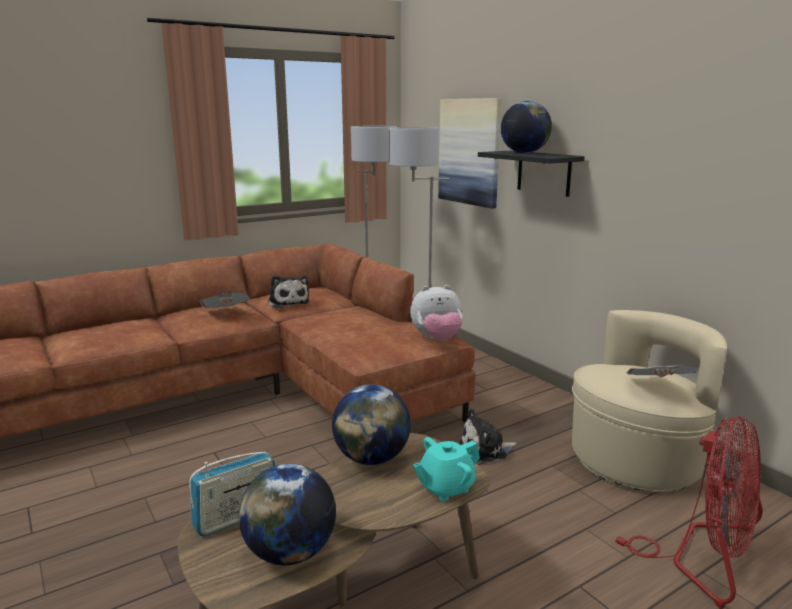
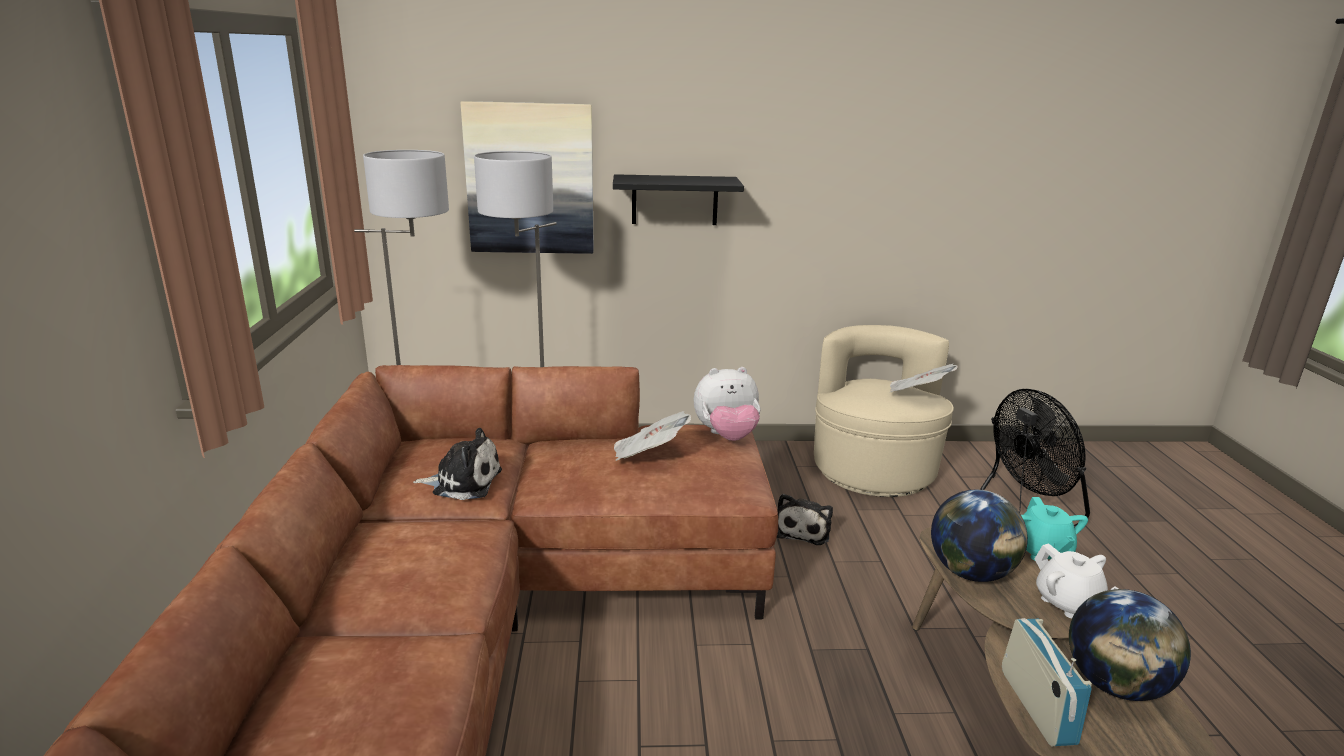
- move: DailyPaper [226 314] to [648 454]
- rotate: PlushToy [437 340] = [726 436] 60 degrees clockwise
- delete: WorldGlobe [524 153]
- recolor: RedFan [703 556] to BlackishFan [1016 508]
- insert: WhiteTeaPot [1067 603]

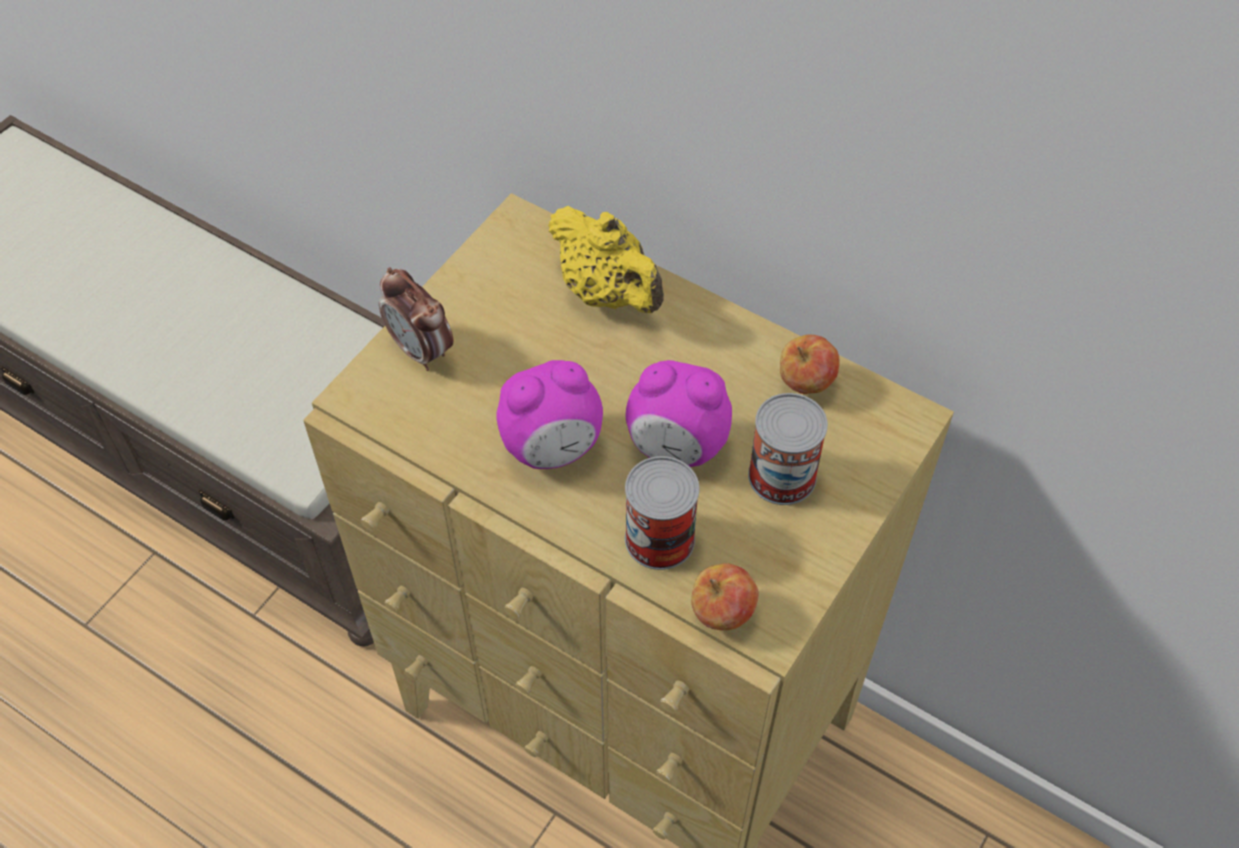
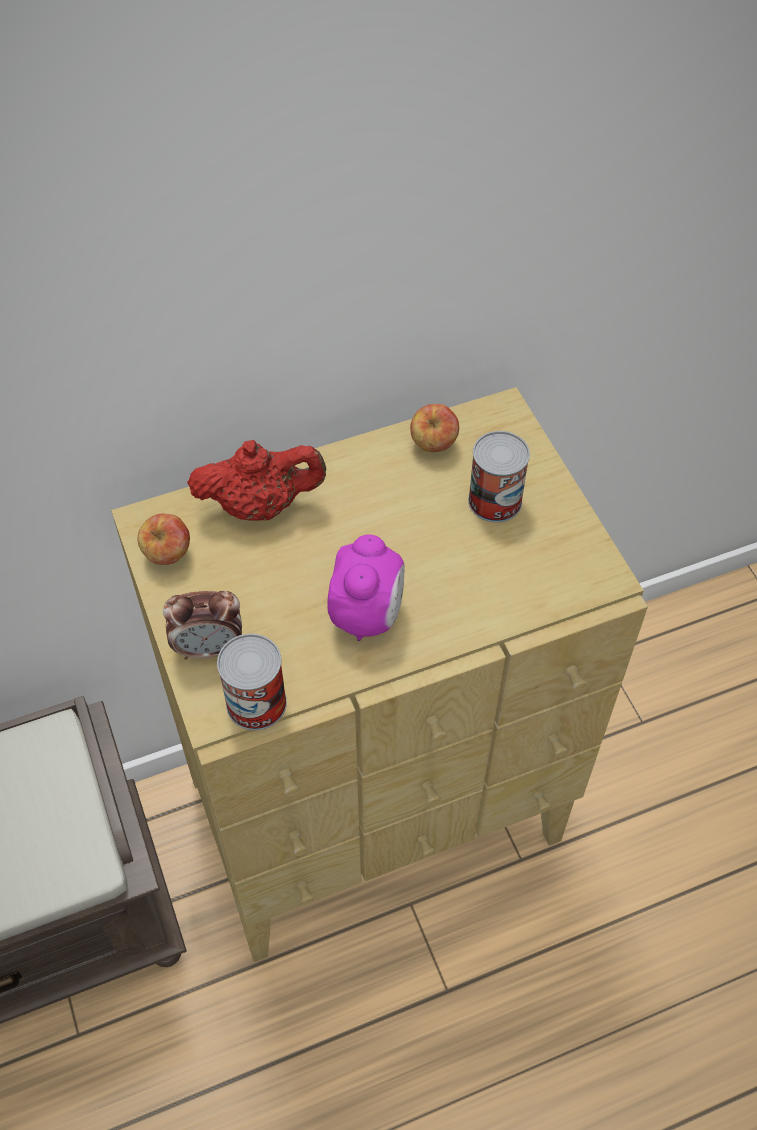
- recolor: YellowTeaPot [608 293] to RedTeaPot [261 505]
- move: Can [659 539] to [256 703]
- delete: BedsideClock [676 447]
- move: AppleFruit [723 613] to [168 554]

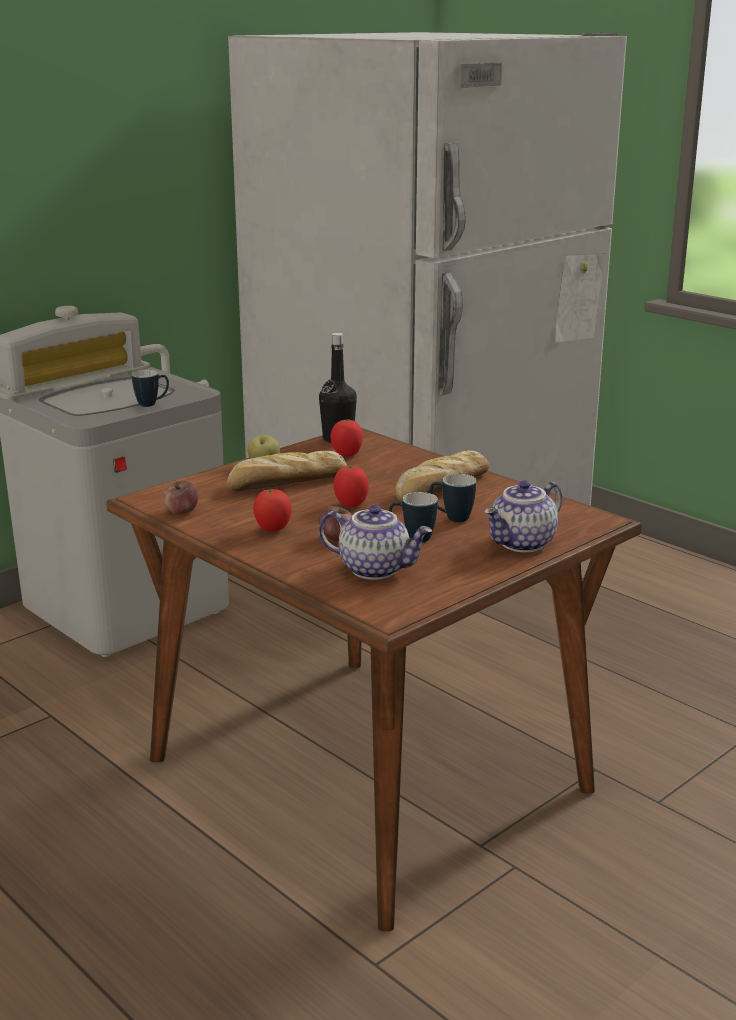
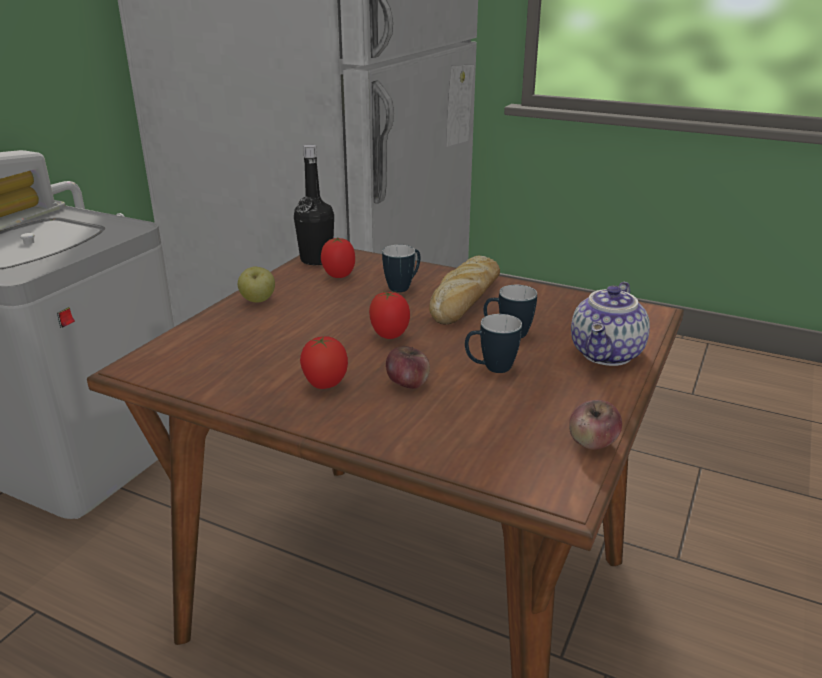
- move: CoffeeMug [152 404] to [403 287]
- move: AppleFruit [181 511] to [592 443]
- delete: BakedBread [285 482]
- delete: TeaPot [375 569]

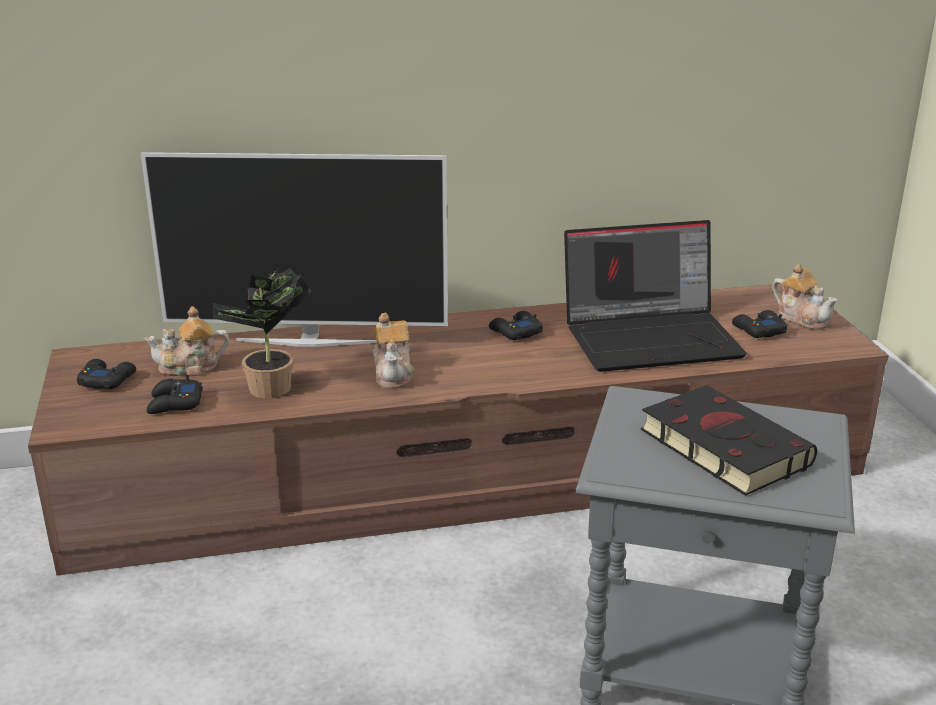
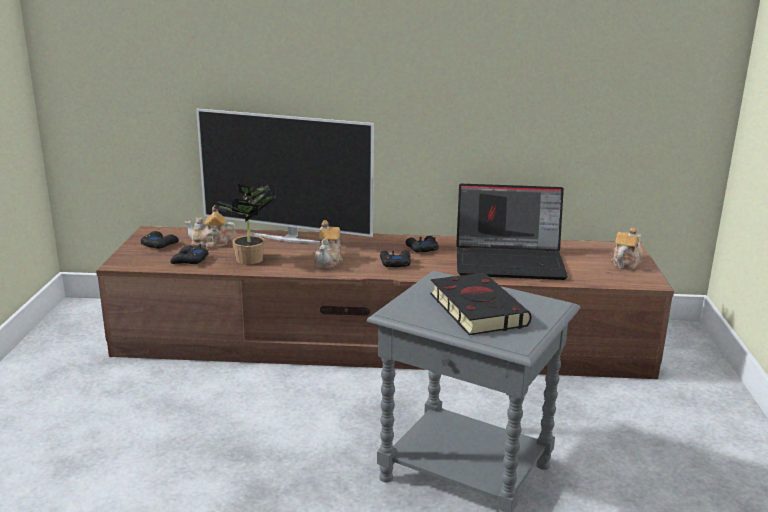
- move: BlackishGamepad [758 330] to [395 263]
- rotate: TeaPot [802 318] = [625 263] 120 degrees counterclockwise

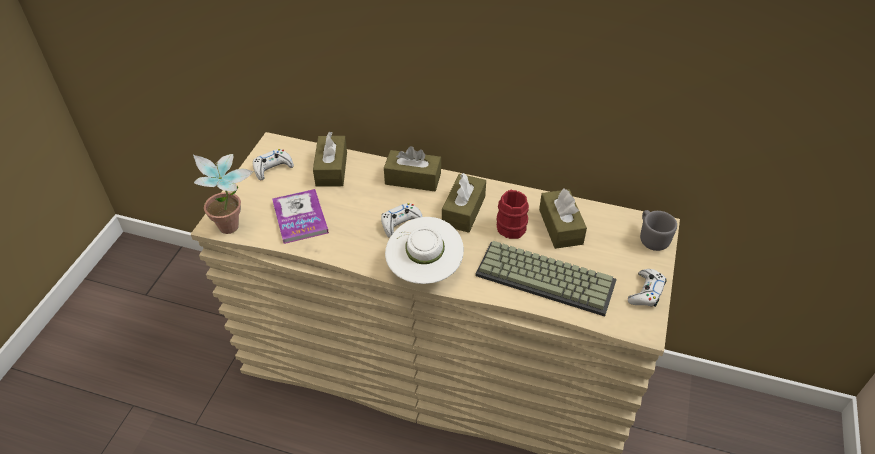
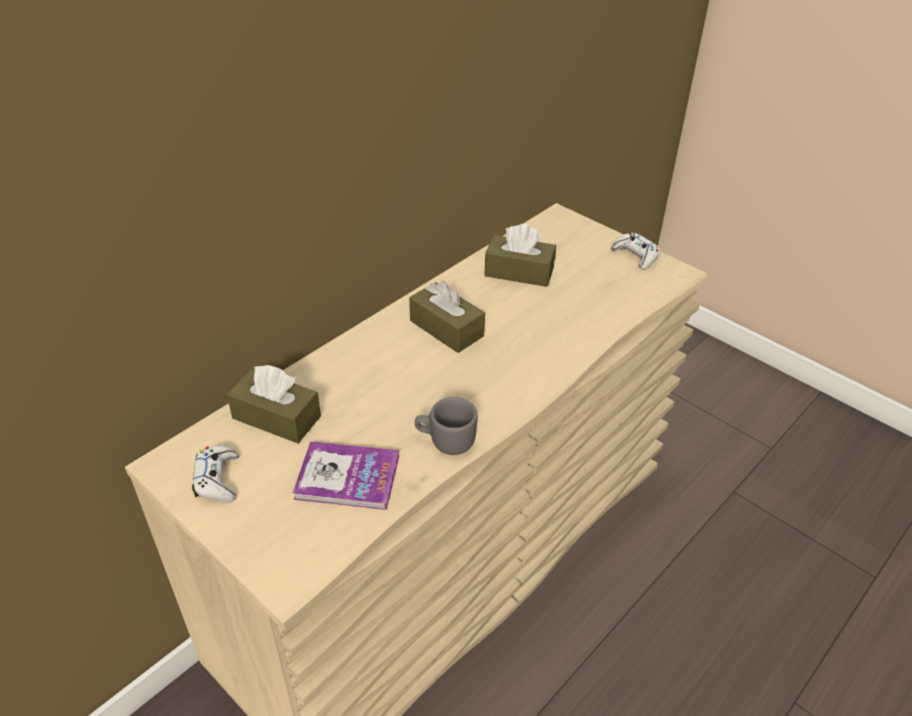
- delete: PlantInAPot [235 229]
- delete: WhiteGamepad [401 223]
- delete: BrownTissueHolder [413 179]
- delete: WhiteHat [424 270]
- delete: ComputerKeyboard [547 277]
- delete: RedCoffeeMug [510 224]
- move: GreyishCoffeeMug [652 238] to [445 441]

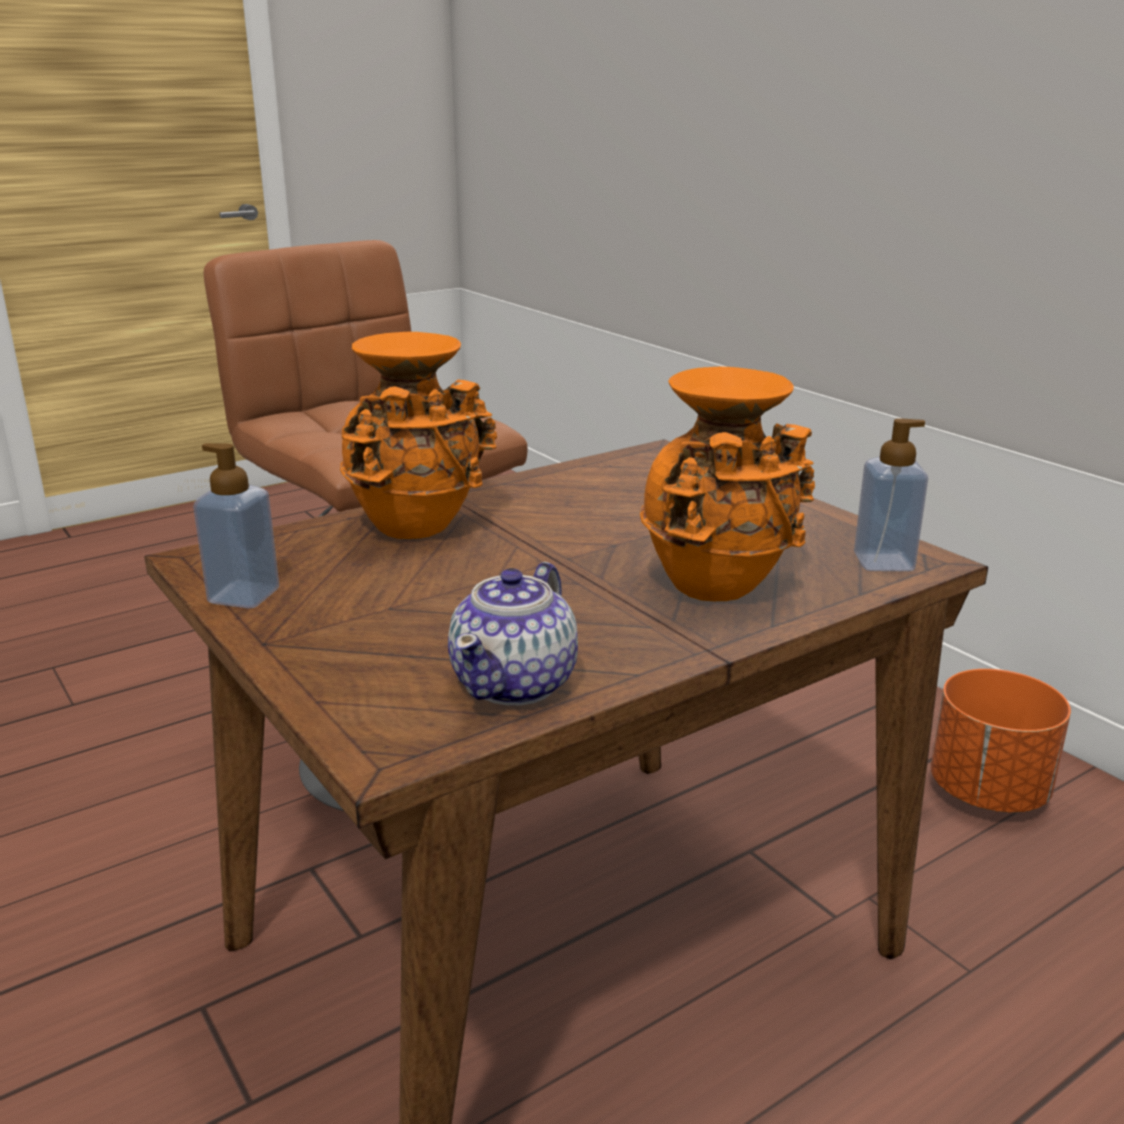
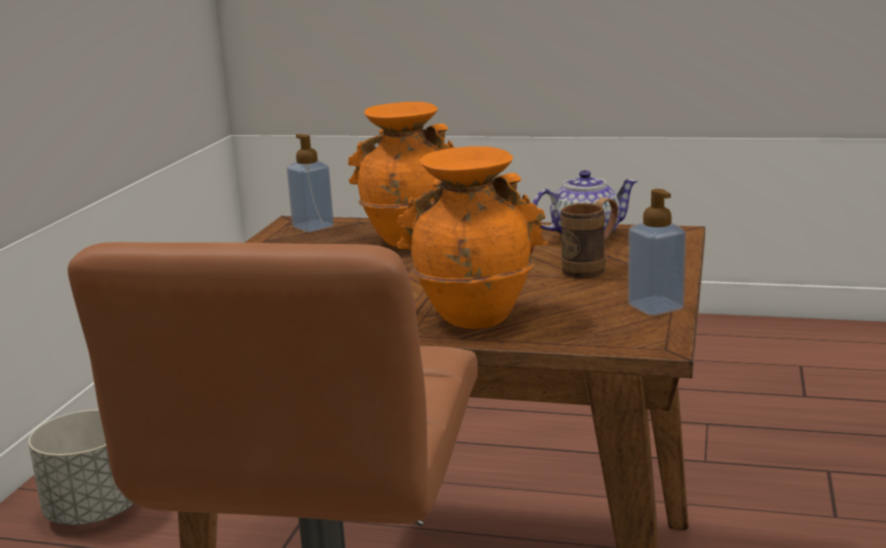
- recolor: OrangeyPlantPot [987 792] to GreyishPlantPot [94 512]
- insert: BrownCoffeeMug [591 269]

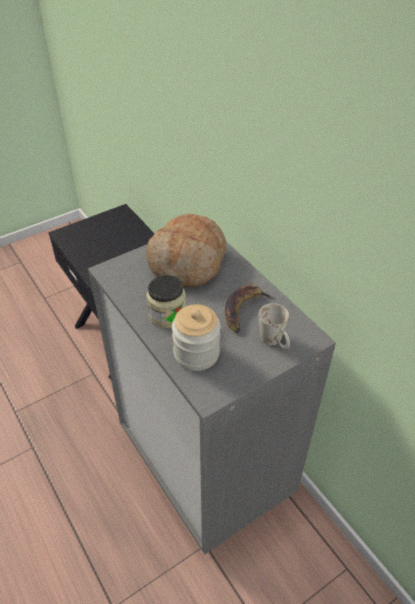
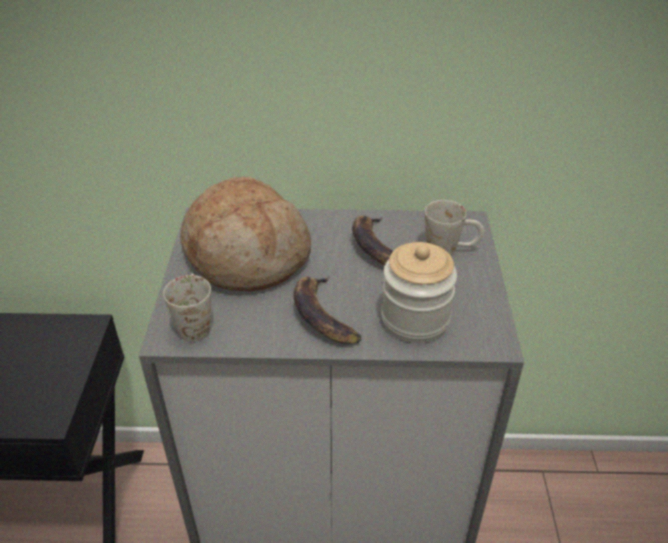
- replace: StorageJar [167 315] to Banana [323 315]
- insert: WhiteCoffeeMug [194 322]

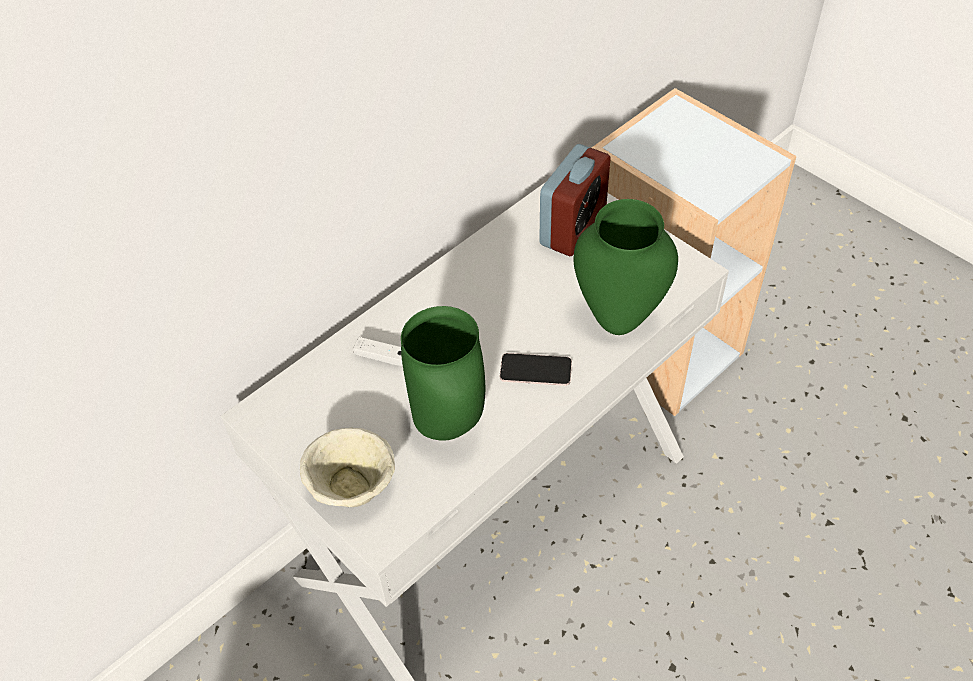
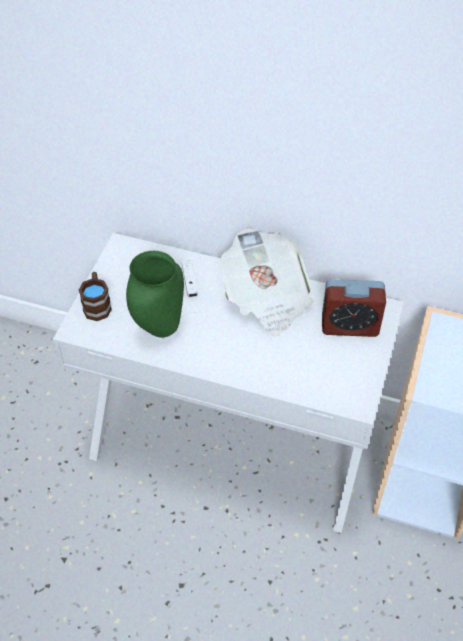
- replace: SandColouredServingBowl [351 488] to BrownCoffeeMug [97 305]
- delete: Telephone [535 370]
- delete: GreenColouredVase [618 322]
- insert: DailyPaper [266 298]

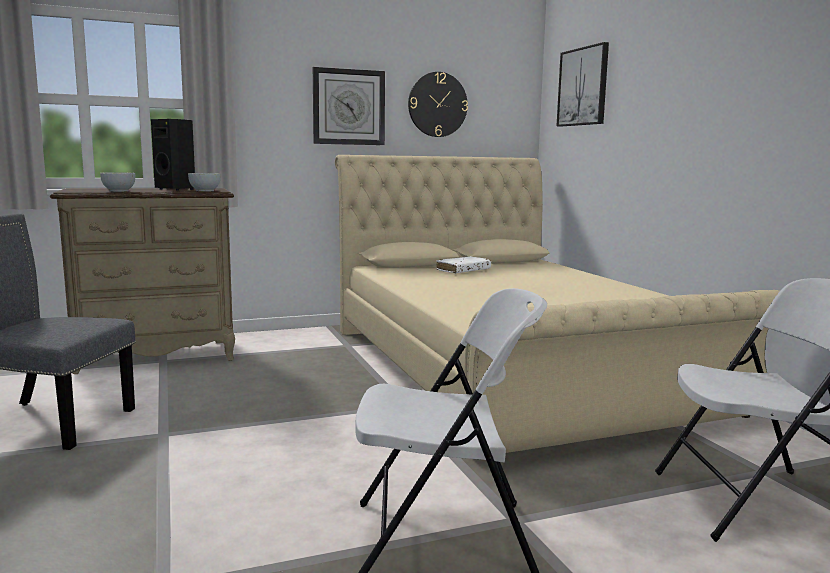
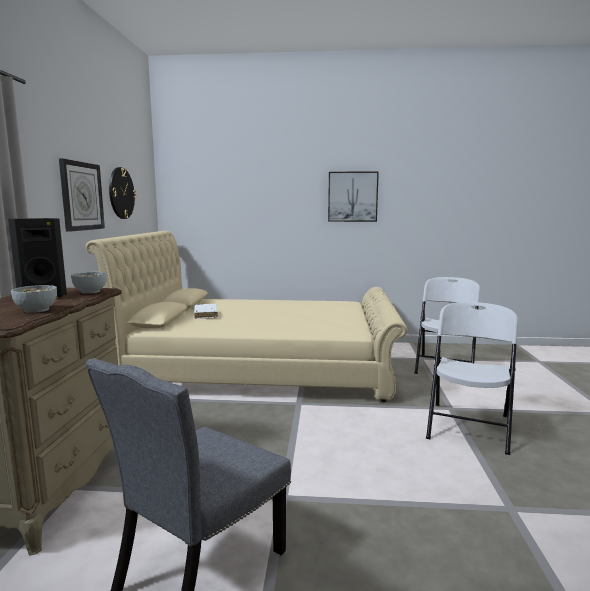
- move: WallPicture [583 87] to [352 196]

